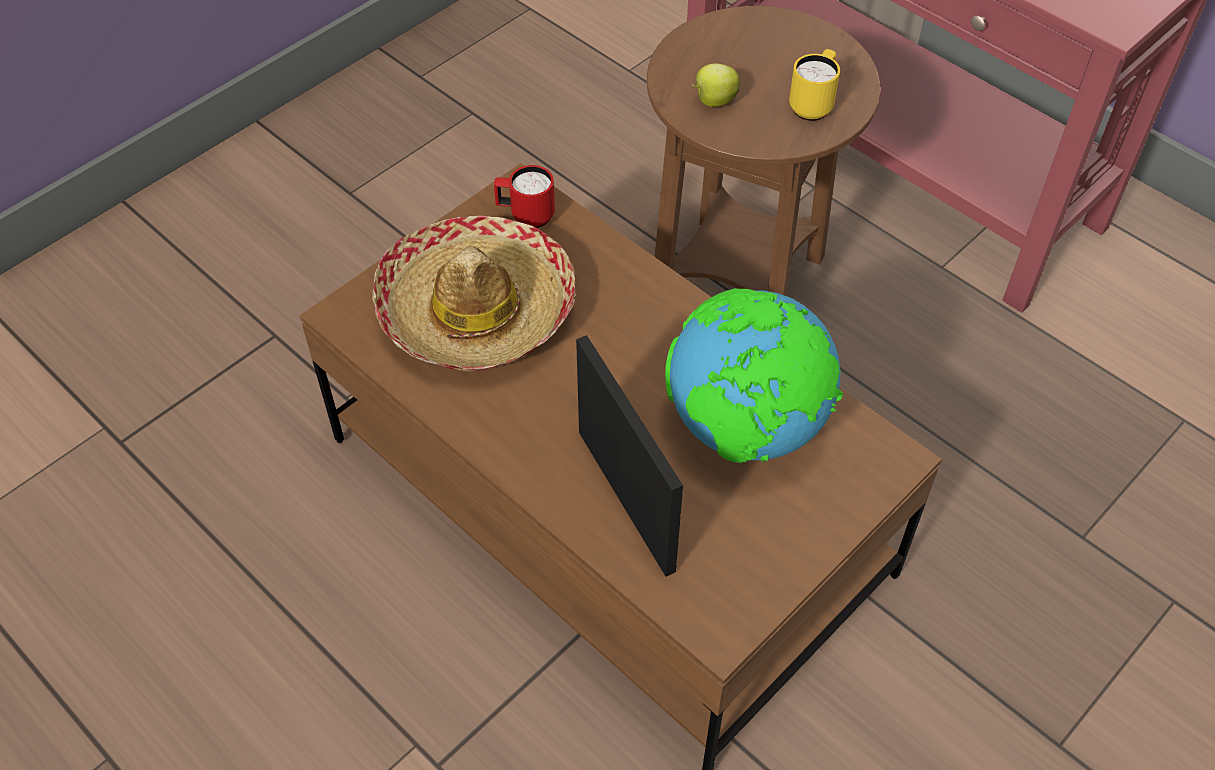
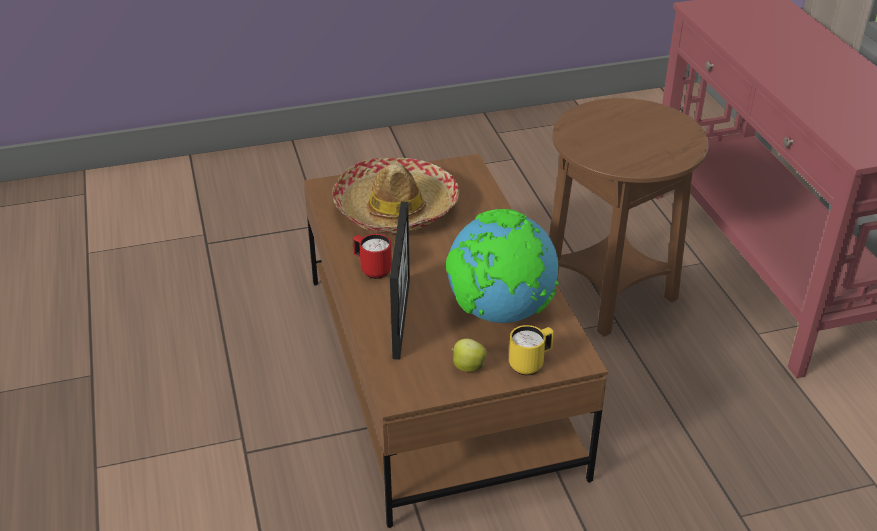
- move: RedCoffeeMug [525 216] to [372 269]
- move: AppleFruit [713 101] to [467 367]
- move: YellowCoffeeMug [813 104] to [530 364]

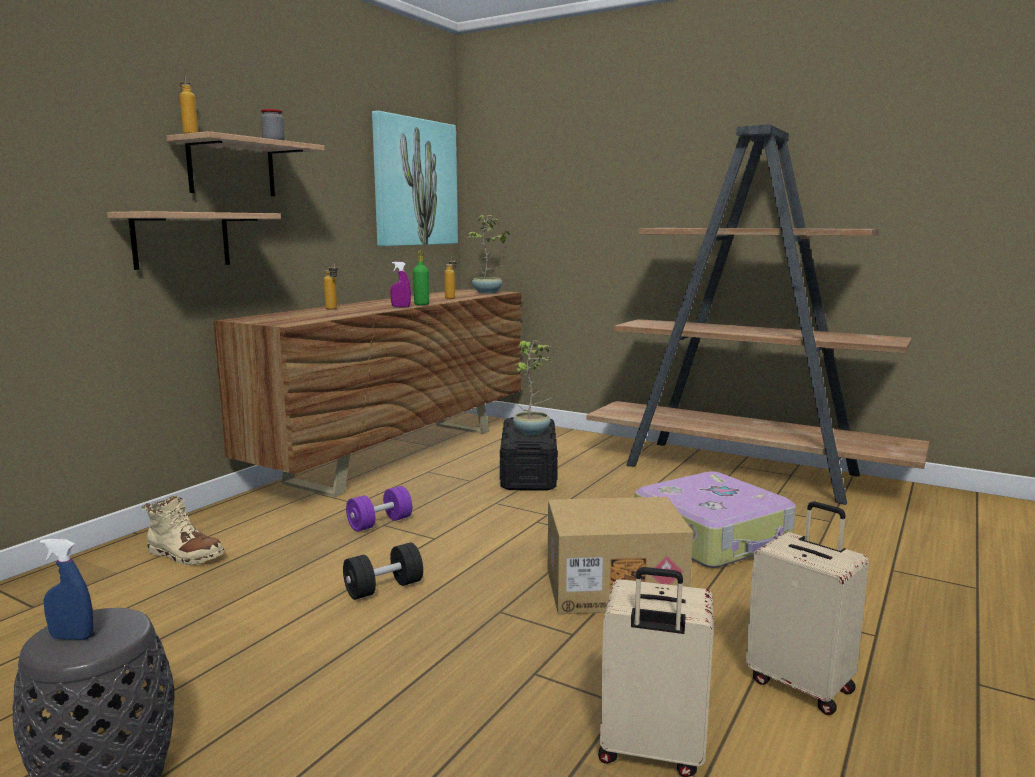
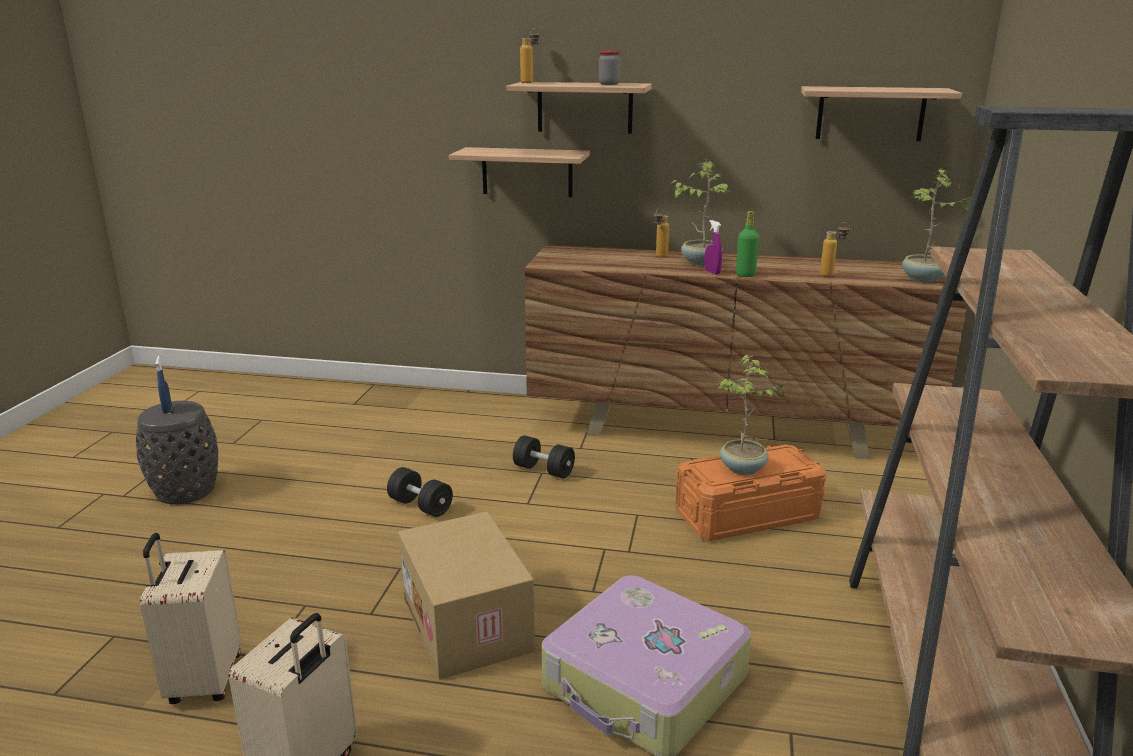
- delete: SandColouredHighTopBoot [185 555]
- recolor: PurplishDumbbell [380 523] to BlackishDumbbell [544 470]
- replace: WallPicture [414 182] to WallShelf [870 113]
- recolor: BlackishStorageBin [529 473] to OrangeyStorageBin [747 515]
- insert: PlantInAPot [700 262]

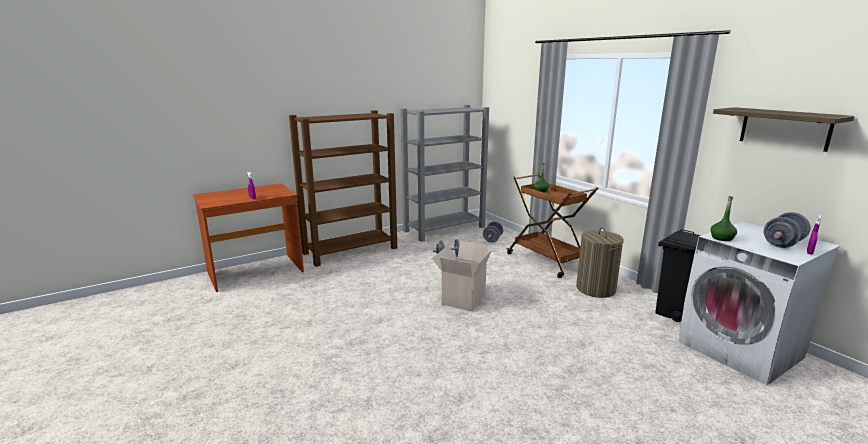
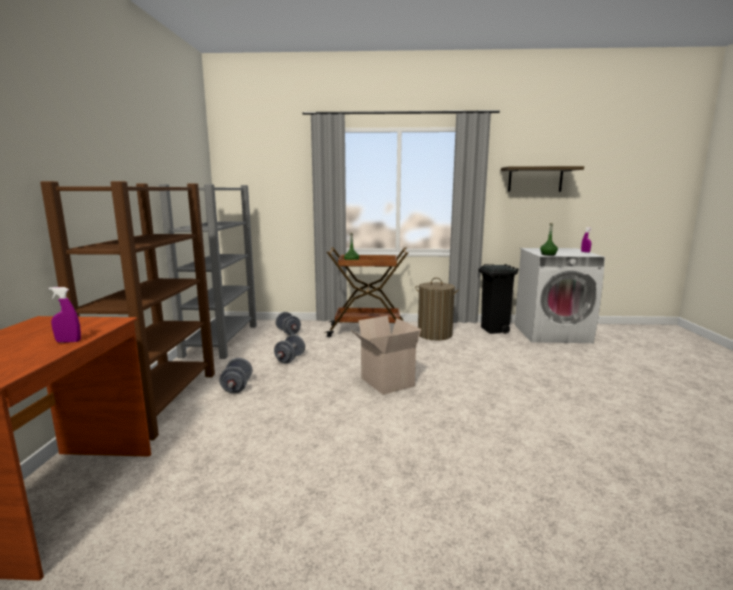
- move: GreyishDumbbell [783 244] to [237 387]

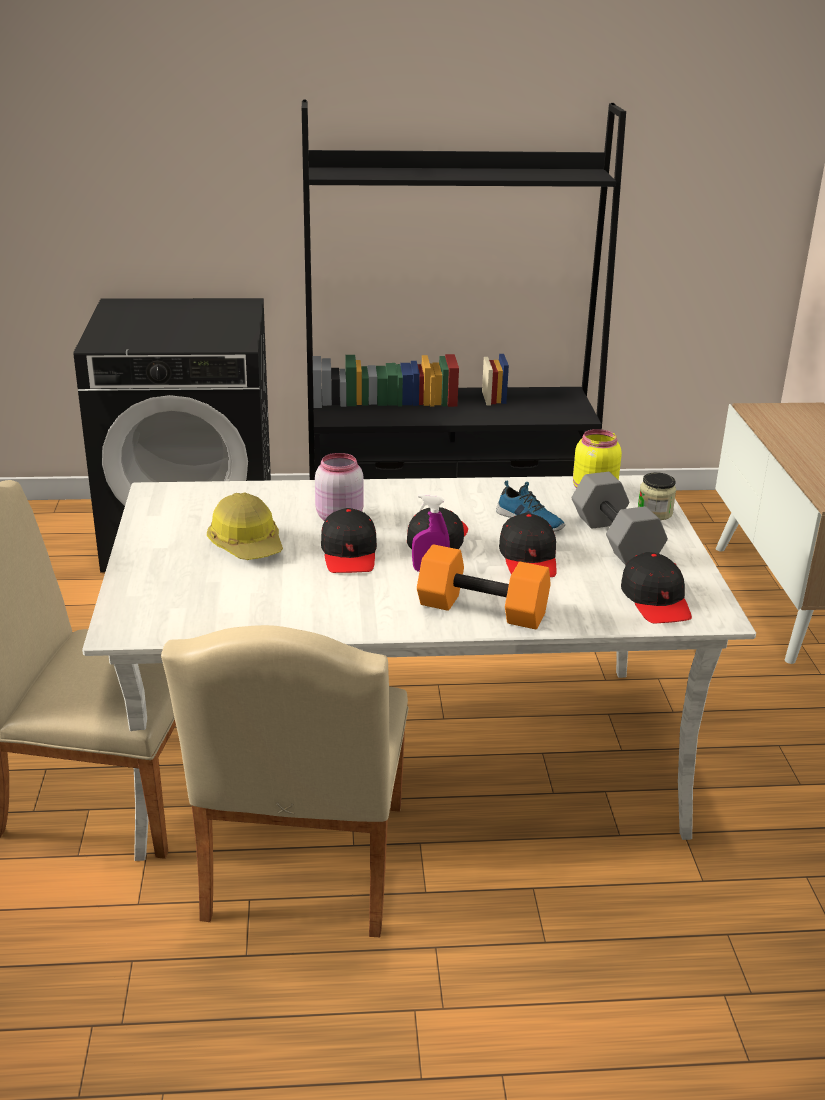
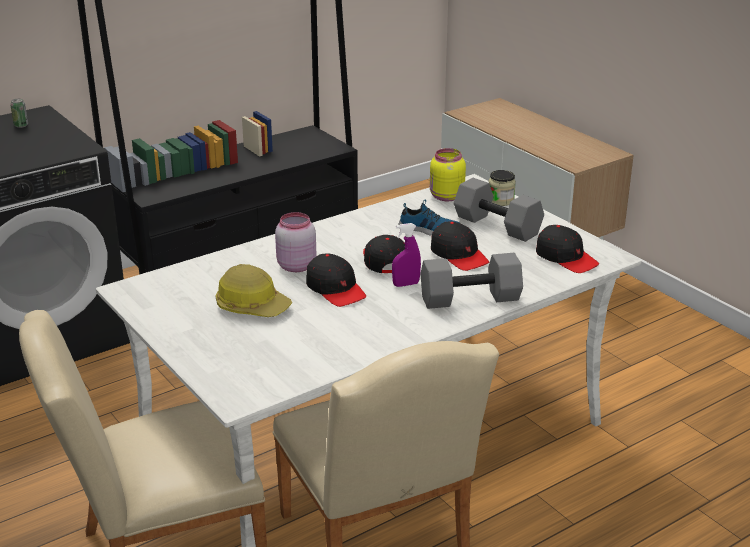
- recolor: OrangeyDumbbell [480 610] to GreyishDumbbell [469 299]
- insert: Can [21 125]

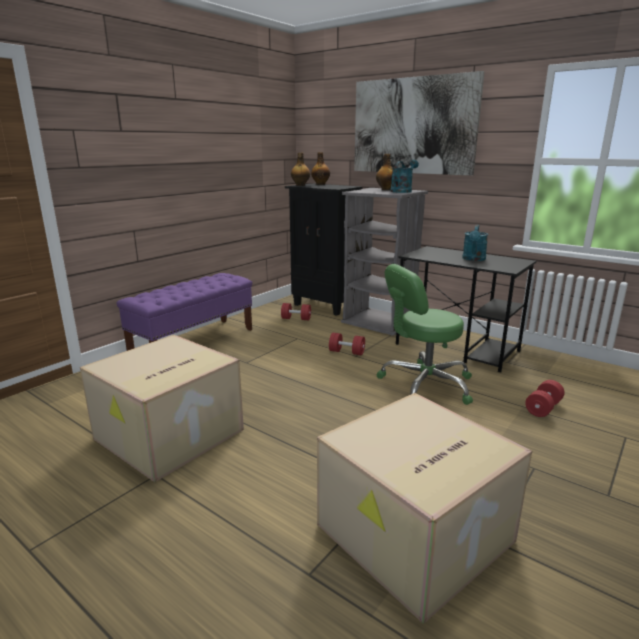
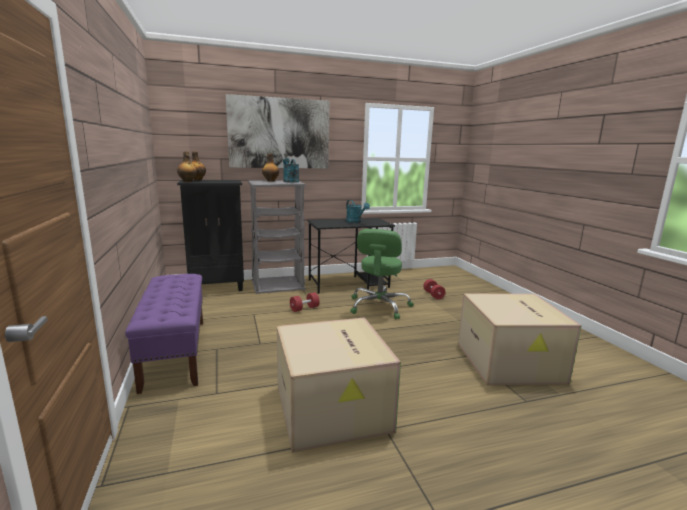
- delete: RedDumbbell [296 319]

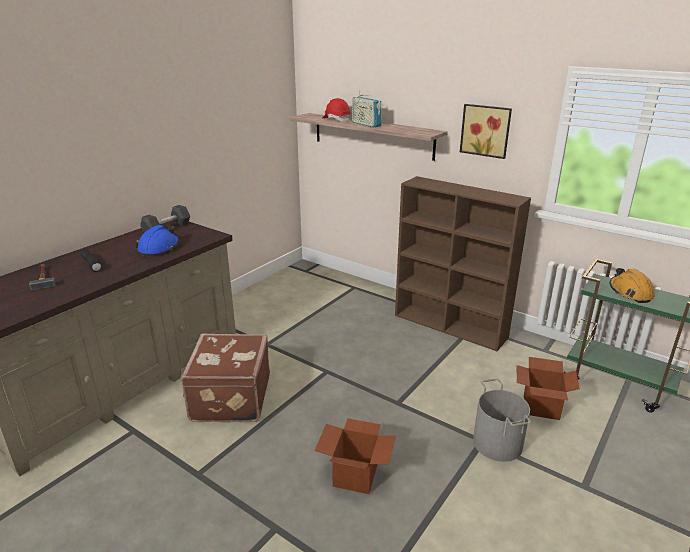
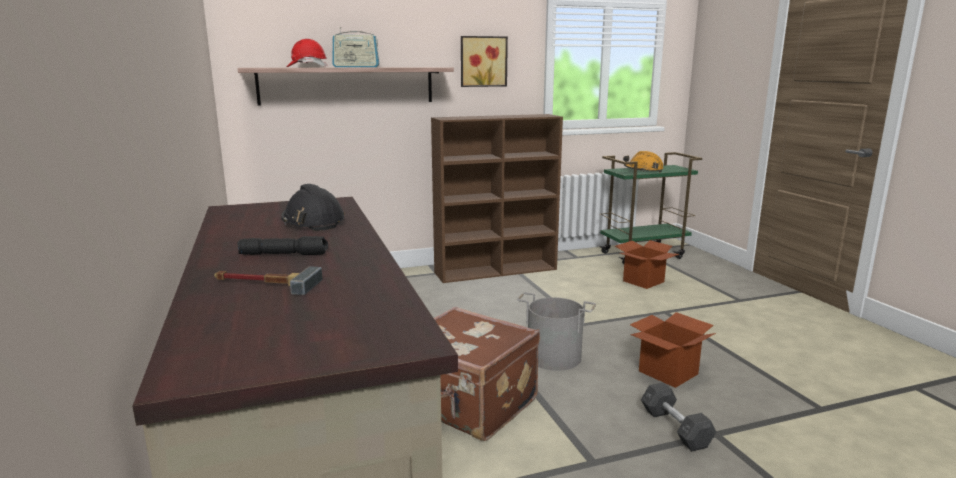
- recolor: BlueSafetyHelmet [159 248] to BlackishSafetyHelmet [313 222]
- move: GreyishDumbbell [167 228] to [675 428]
- move: GreyishBucket [498 443] to [554 357]

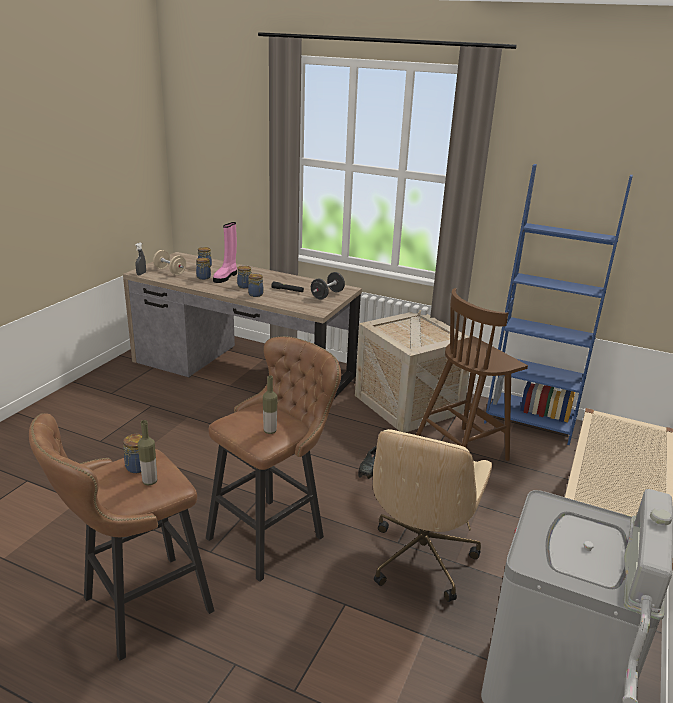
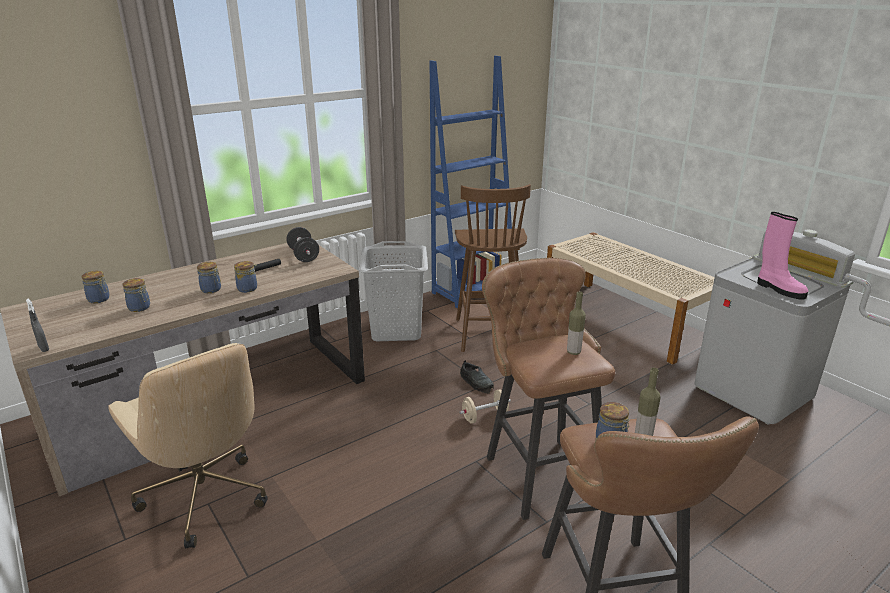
- move: SandColouredDumbbell [170 271] to [485 417]
- move: PinkishHighTopBoot [226 277] to [779 289]
- replace: ShippingCrate [410 404] to GreyishHamper [397 329]
- move: SandColouredDeskChair [420 562] to [205 502]

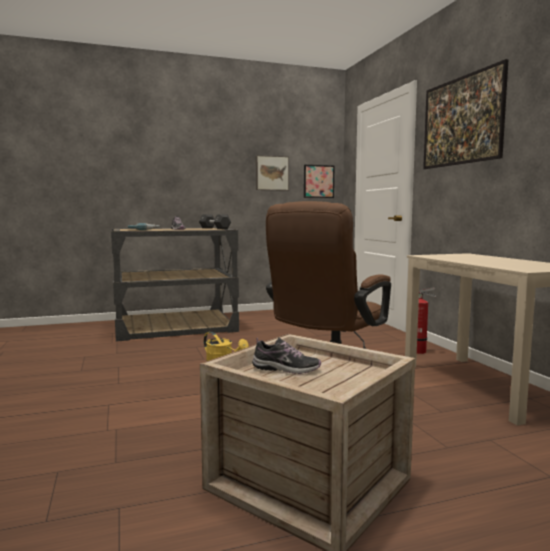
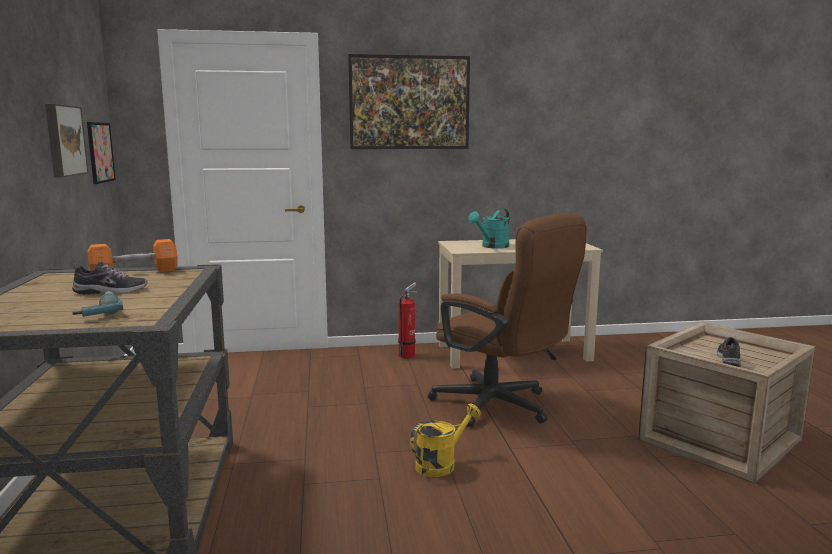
- recolor: BlackishDumbbell [214 228] to OrangeyDumbbell [135 272]
- insert: BlueGreenWateringPot [492 247]

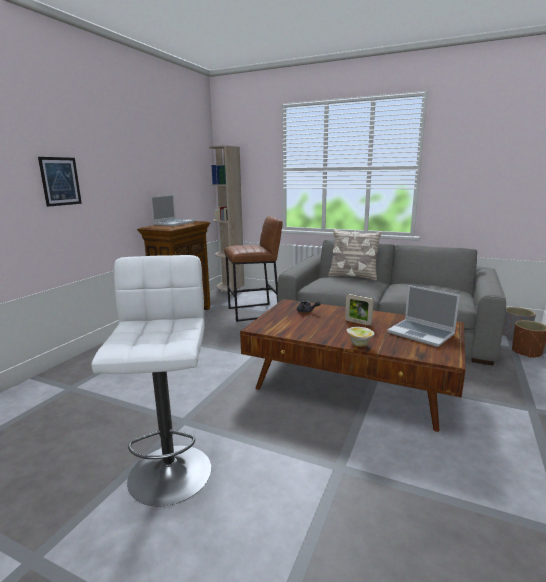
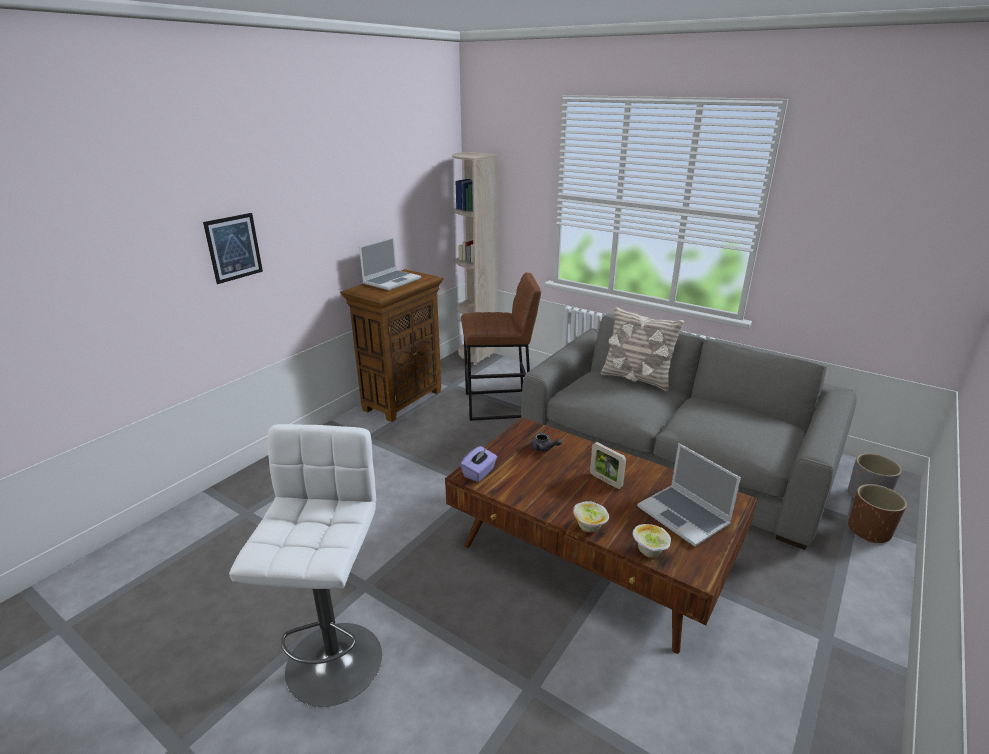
- insert: PurplishTissueHolder [479 473]
- insert: ServingBowl [649 552]

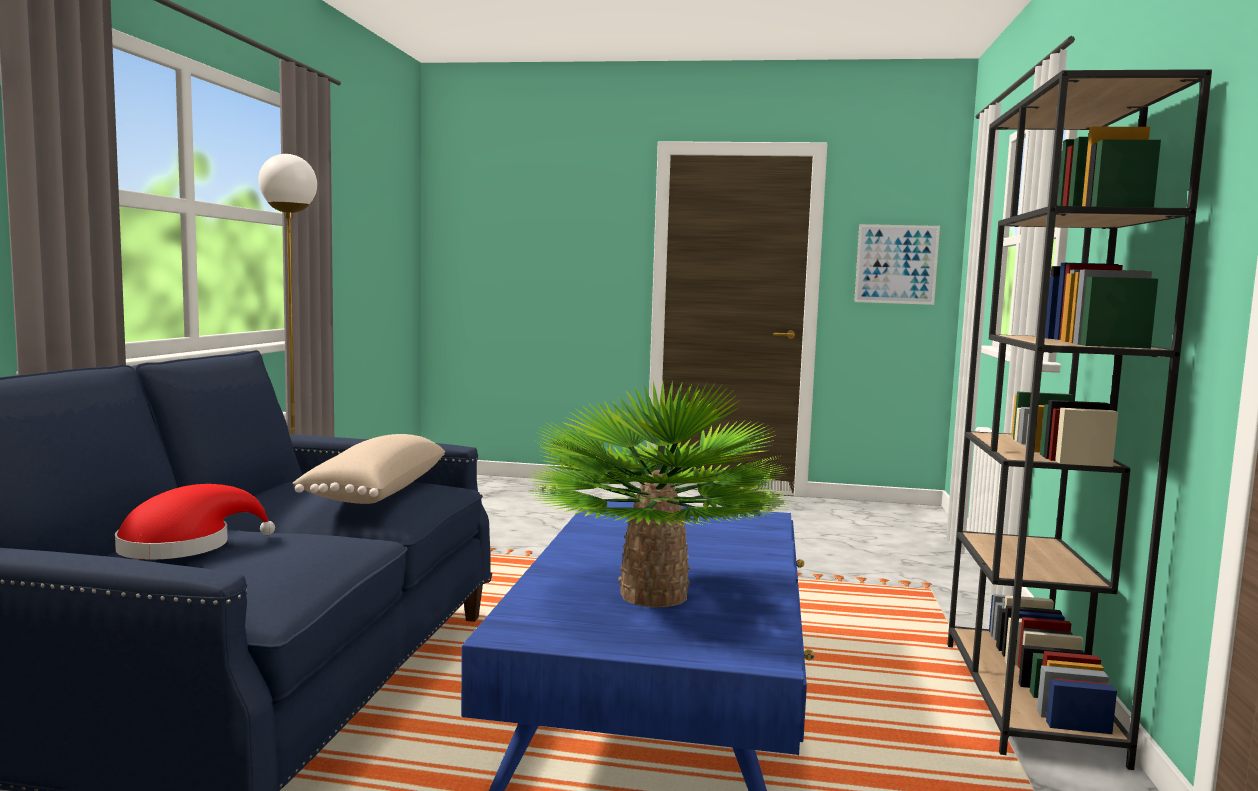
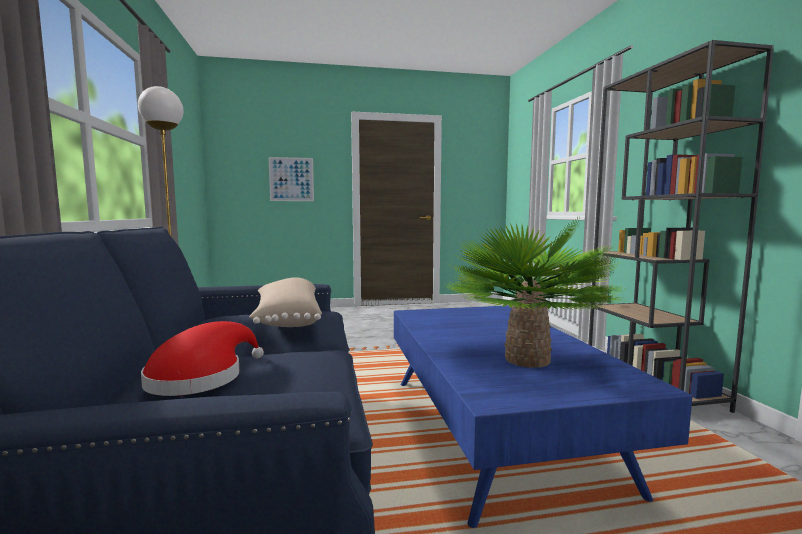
- move: WallPicture [896 264] to [291 179]

